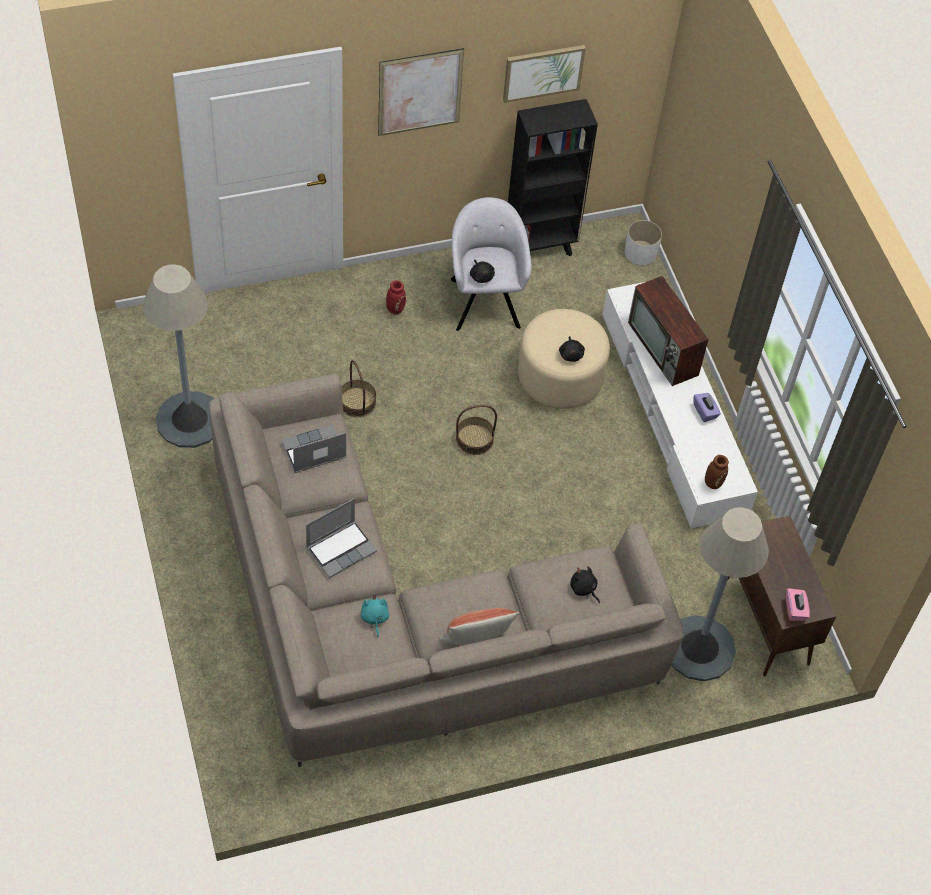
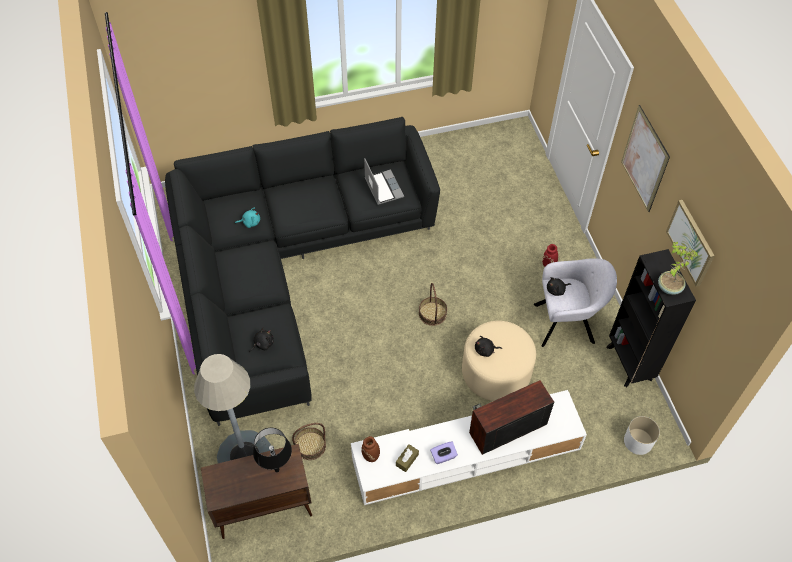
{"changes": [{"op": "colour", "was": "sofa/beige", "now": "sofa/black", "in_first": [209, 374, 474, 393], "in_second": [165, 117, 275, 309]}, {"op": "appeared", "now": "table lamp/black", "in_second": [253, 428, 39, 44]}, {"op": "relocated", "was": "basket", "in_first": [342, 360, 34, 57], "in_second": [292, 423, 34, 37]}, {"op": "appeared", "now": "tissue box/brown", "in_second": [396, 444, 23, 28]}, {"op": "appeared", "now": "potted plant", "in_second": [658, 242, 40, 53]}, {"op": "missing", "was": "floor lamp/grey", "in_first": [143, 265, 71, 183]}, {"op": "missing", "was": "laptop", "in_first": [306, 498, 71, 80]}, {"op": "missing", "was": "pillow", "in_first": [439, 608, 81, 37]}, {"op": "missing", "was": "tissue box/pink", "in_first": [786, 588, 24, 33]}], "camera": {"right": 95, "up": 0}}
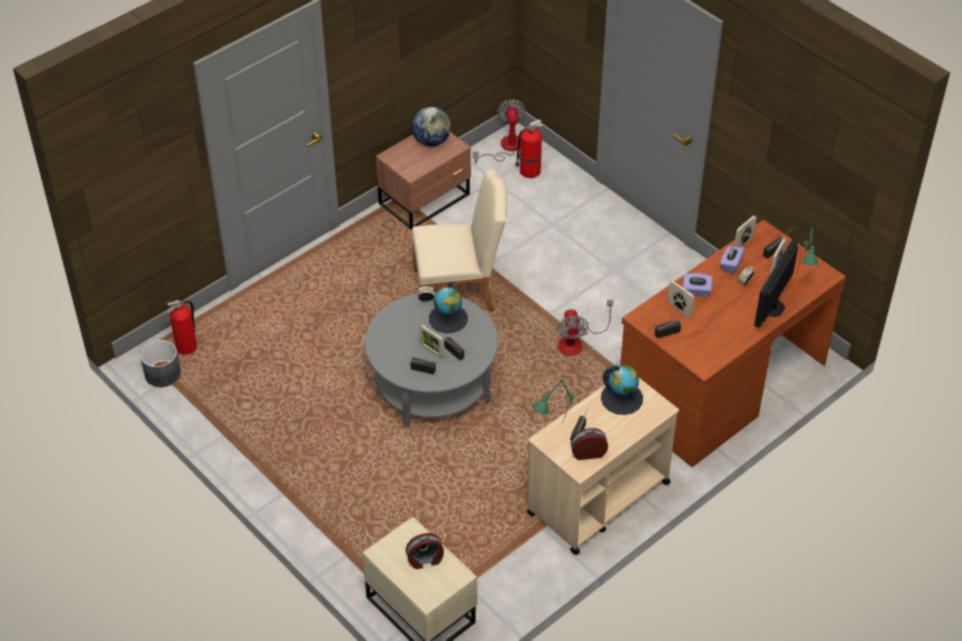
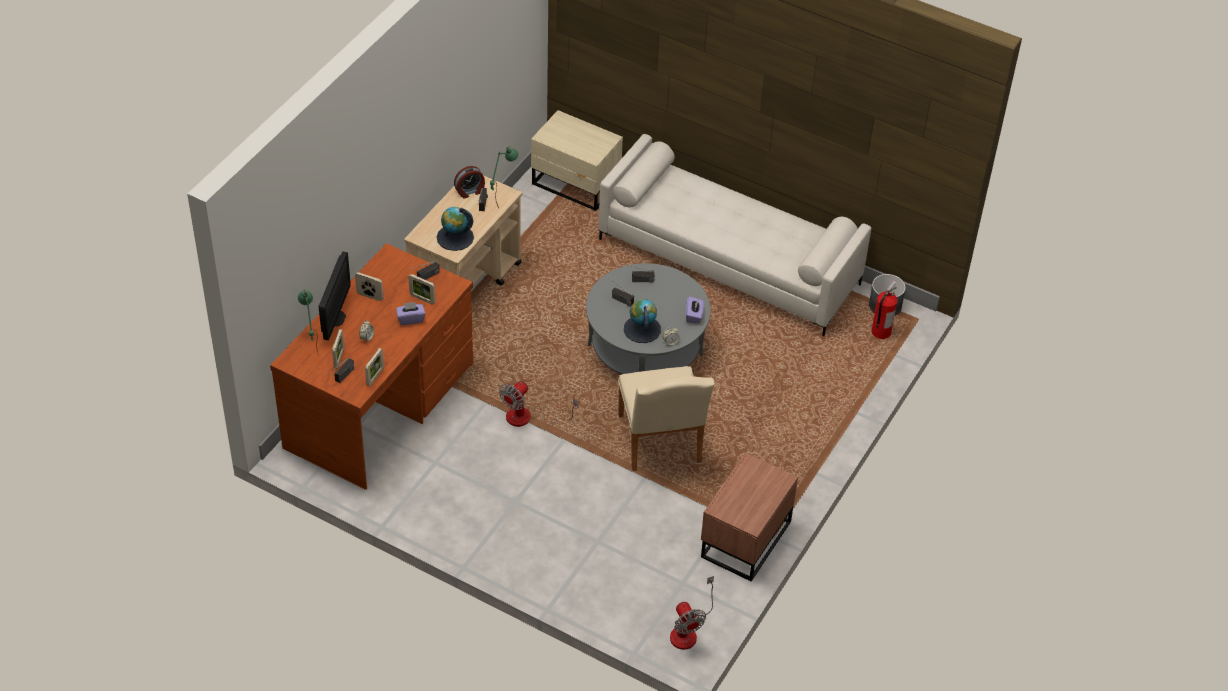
{"changes": [{"op": "relocated", "was": "picture frame", "in_first": [419, 325, 25, 33], "in_second": [355, 272, 28, 29]}, {"op": "spun", "was": "fan", "in_first": [557, 300, 57, 56], "in_second": [499, 381, 80, 46], "clockwise": -120}, {"op": "appeared", "now": "sofa/white", "in_second": [599, 134, 272, 202]}, {"op": "spun", "was": "chair/beige", "in_first": [412, 170, 95, 142], "in_second": [618, 366, 96, 105], "clockwise": -75}, {"op": "relocated", "was": "tissue box/purple", "in_first": [720, 246, 25, 28], "in_second": [686, 296, 18, 28]}, {"op": "missing", "was": "alarm clock", "in_first": [406, 533, 38, 36]}, {"op": "missing", "was": "globe", "in_first": [412, 107, 39, 40]}, {"op": "missing", "was": "fire extinguisher", "in_first": [515, 119, 28, 59]}], "camera": {"right": 160, "up": 0}}
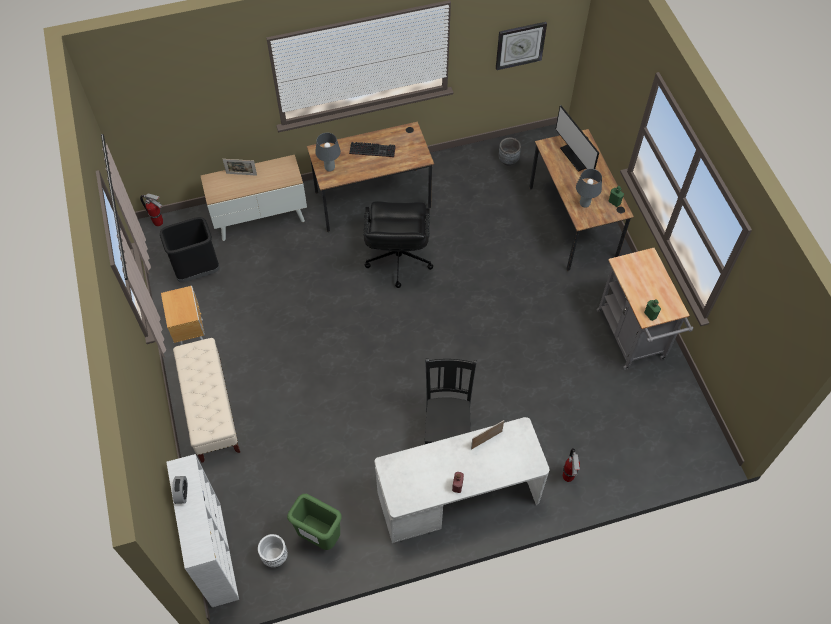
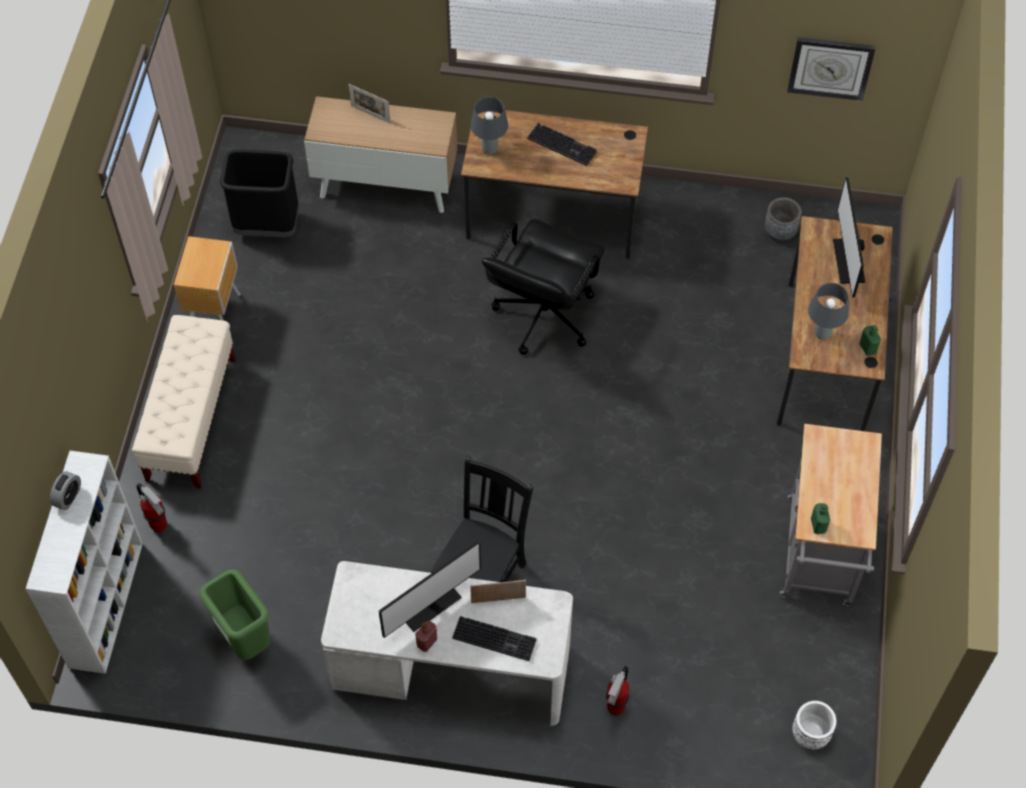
{"changes": [{"op": "relocated", "was": "fire extinguisher", "in_first": [140, 194, 23, 32], "in_second": [136, 483, 31, 49]}, {"op": "appeared", "now": "monitor", "in_second": [379, 540, 102, 98]}, {"op": "appeared", "now": "keyboard", "in_second": [452, 616, 85, 45]}, {"op": "relocated", "was": "planter/white", "in_first": [258, 534, 30, 33], "in_second": [792, 701, 44, 48]}], "camera": {"right": 25, "up": 0}}
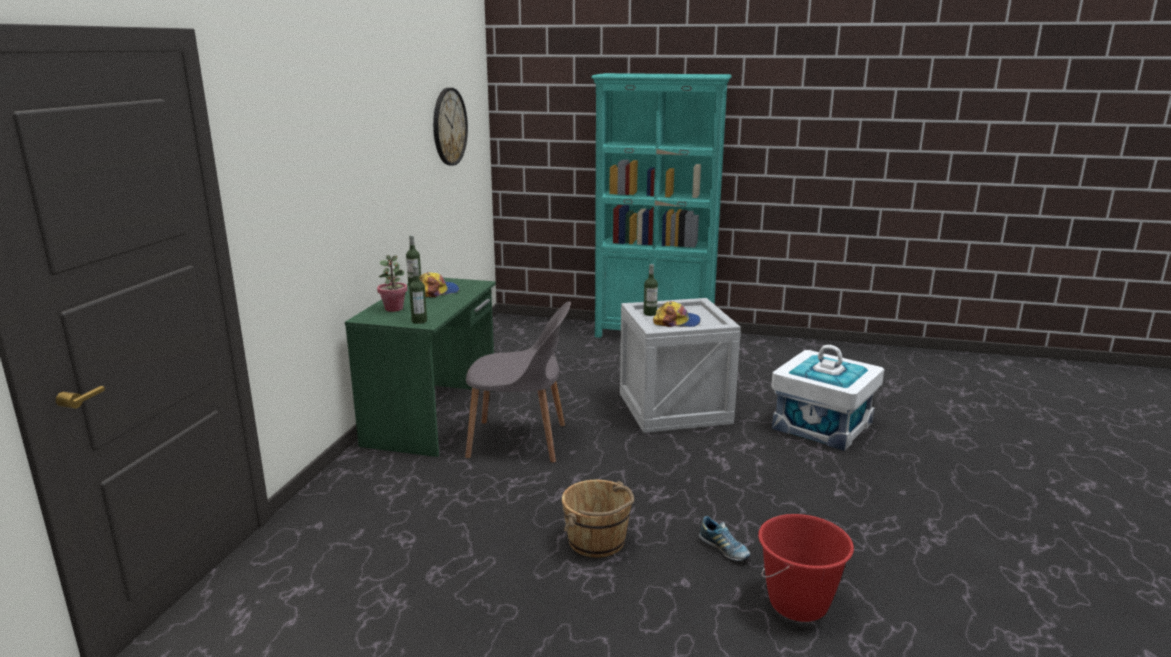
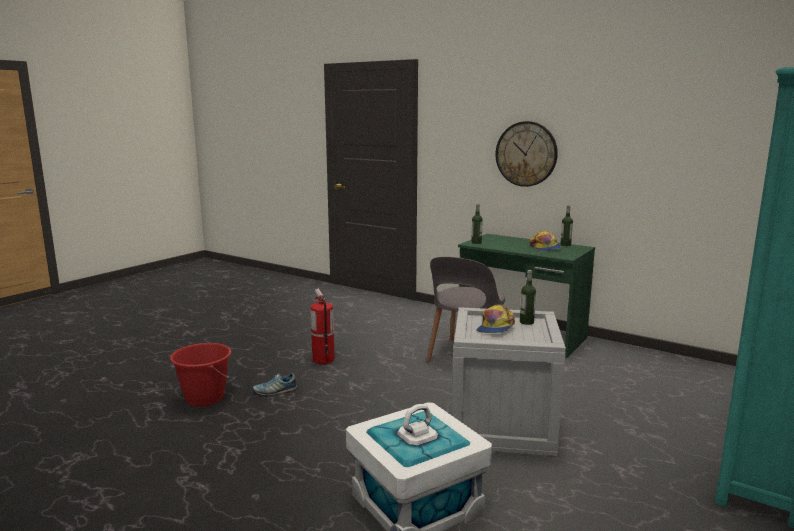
{"changes": [{"op": "exchanged", "was": "bucket/brown", "now": "fire extinguisher", "in_first": [562, 480, 72, 78], "in_second": [310, 289, 25, 75]}, {"op": "relocated", "was": "wall clock", "in_first": [433, 88, 35, 78], "in_second": [496, 121, 62, 66]}, {"op": "missing", "was": "potted plant", "in_first": [377, 255, 31, 57]}], "camera": {"right": 110, "up": -5}}
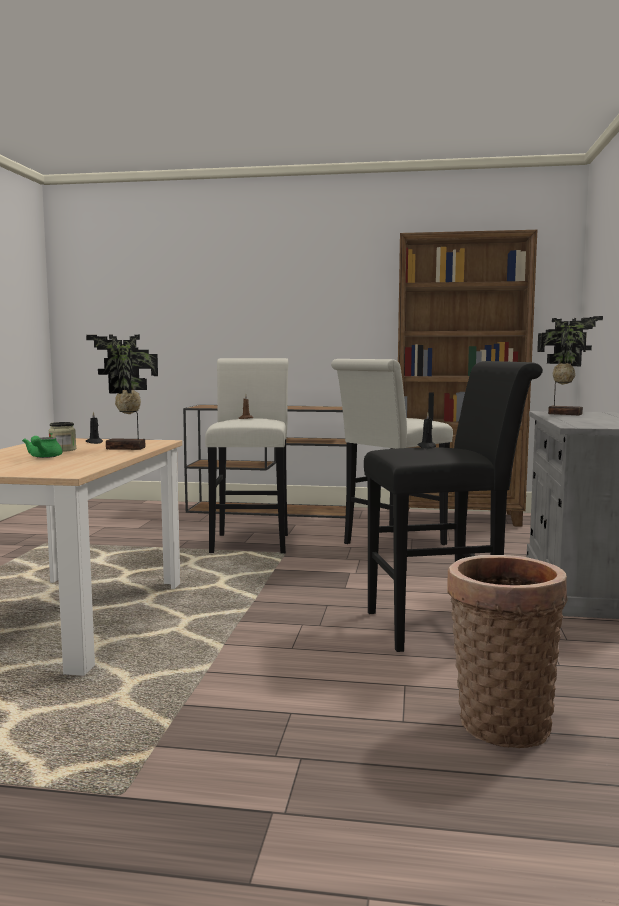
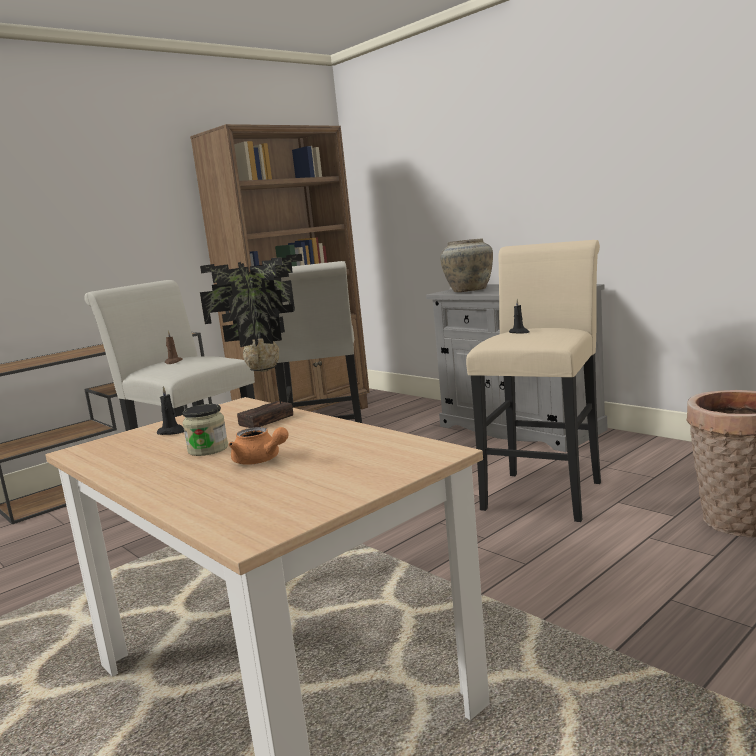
{"changes": [{"op": "colour", "was": "teapot/green", "now": "teapot/orange", "in_first": [22, 436, 40, 22], "in_second": [229, 427, 60, 38]}, {"op": "exchanged", "was": "potted plant", "now": "vase/beige", "in_first": [537, 316, 66, 100], "in_second": [440, 238, 53, 54]}, {"op": "colour", "was": "stool/black", "now": "stool/beige", "in_first": [364, 361, 179, 291], "in_second": [466, 240, 135, 282]}], "camera": {"right": -50, "up": 5}}
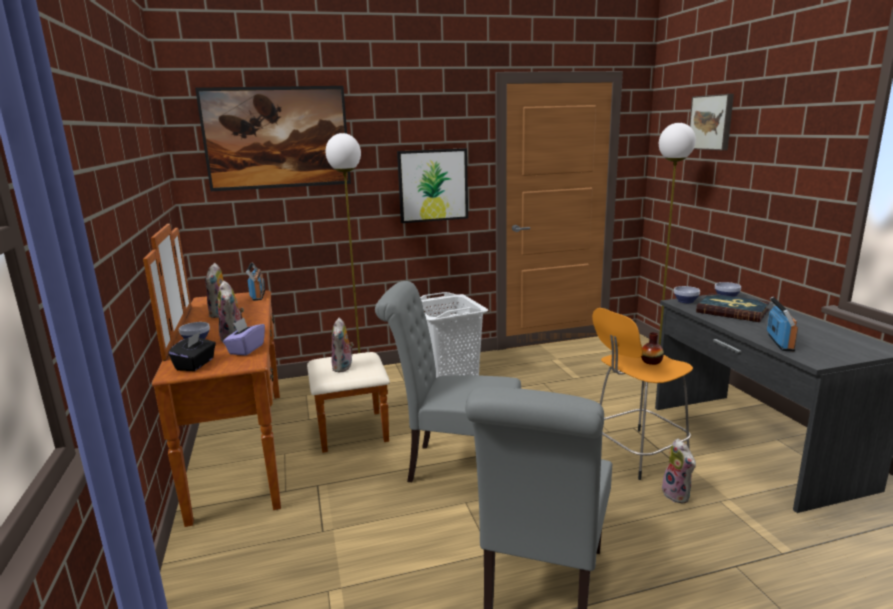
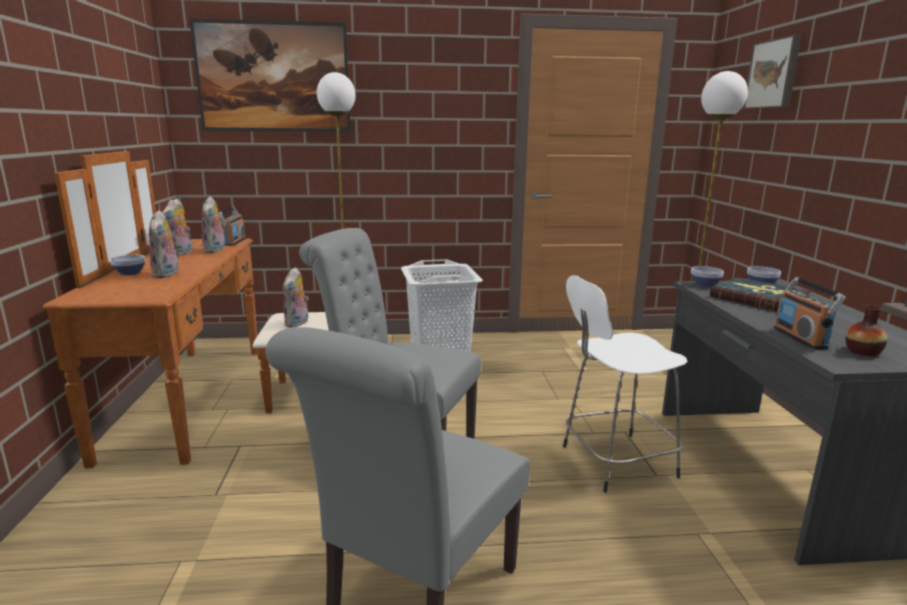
{"changes": [{"op": "relocated", "was": "plush toy", "in_first": [662, 439, 34, 65], "in_second": [201, 196, 25, 57]}, {"op": "colour", "was": "stool/orange", "now": "stool/white", "in_first": [592, 308, 101, 172], "in_second": [563, 275, 125, 218]}, {"op": "spun", "was": "radio", "in_first": [767, 297, 31, 54], "in_second": [774, 277, 72, 72], "clockwise": 150}, {"op": "relocated", "was": "vase", "in_first": [641, 332, 23, 33], "in_second": [845, 305, 42, 51]}, {"op": "missing", "was": "tissue box/black", "in_first": [168, 331, 48, 40]}, {"op": "missing", "was": "tissue box/purple", "in_first": [223, 318, 42, 37]}, {"op": "missing", "was": "picture", "in_first": [397, 148, 71, 75]}], "camera": {"right": 10, "up": 0}}
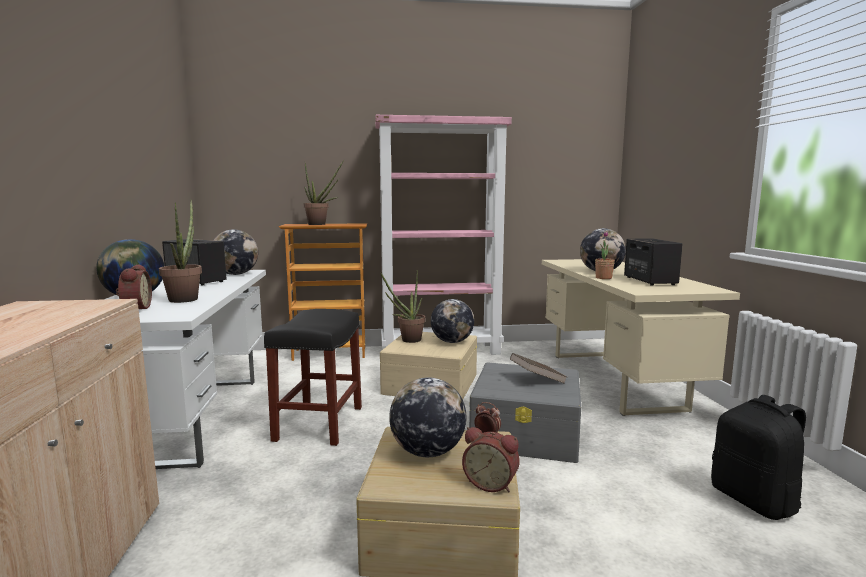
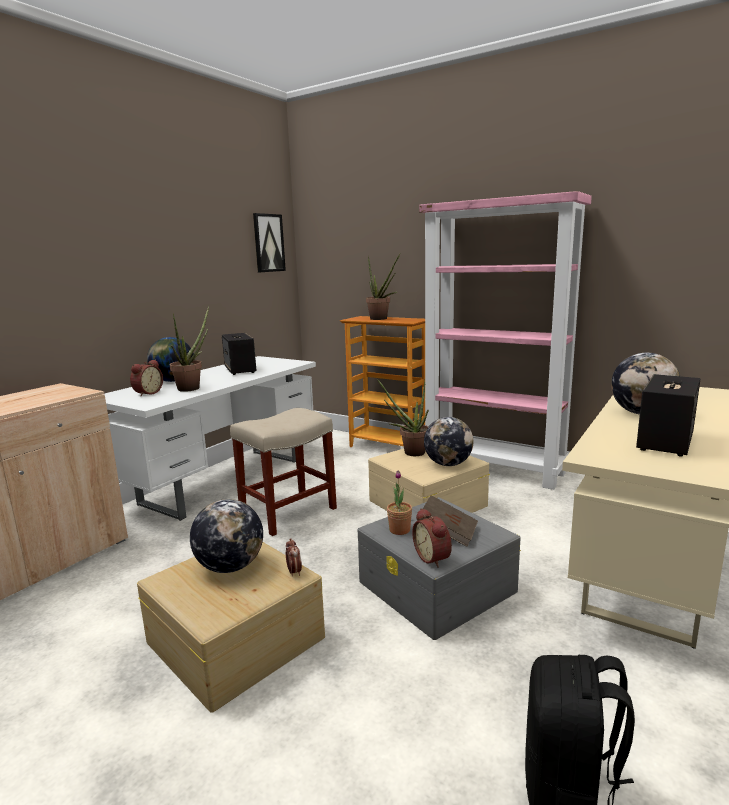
{"changes": [{"op": "colour", "was": "stool/black", "now": "stool/beige", "in_first": [264, 309, 98, 137], "in_second": [230, 408, 107, 128]}, {"op": "appeared", "now": "picture", "in_second": [253, 213, 33, 59]}, {"op": "relocated", "was": "potted plant", "in_first": [595, 231, 20, 48], "in_second": [387, 471, 25, 64]}, {"op": "relocated", "was": "alarm clock", "in_first": [462, 427, 58, 65], "in_second": [412, 508, 40, 60]}, {"op": "missing", "was": "globe", "in_first": [213, 229, 45, 46]}], "camera": {"right": 40, "up": 5}}
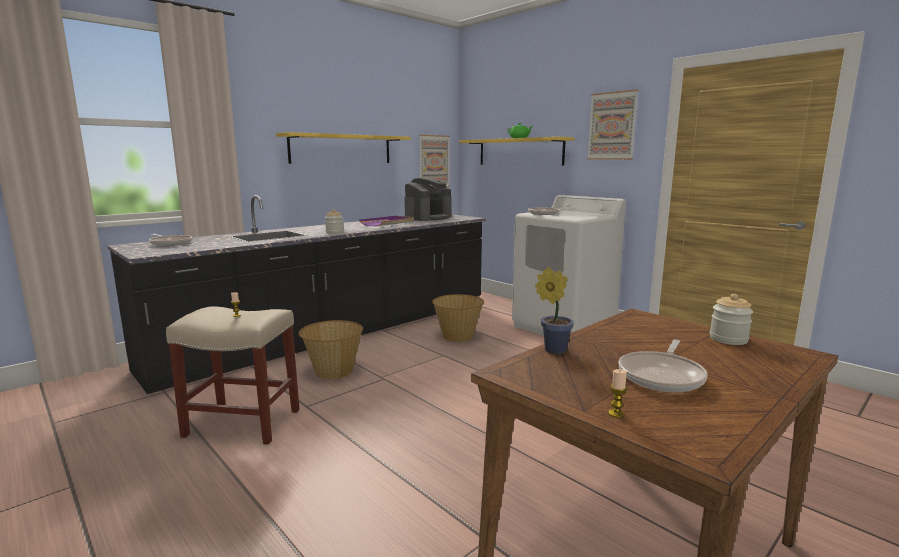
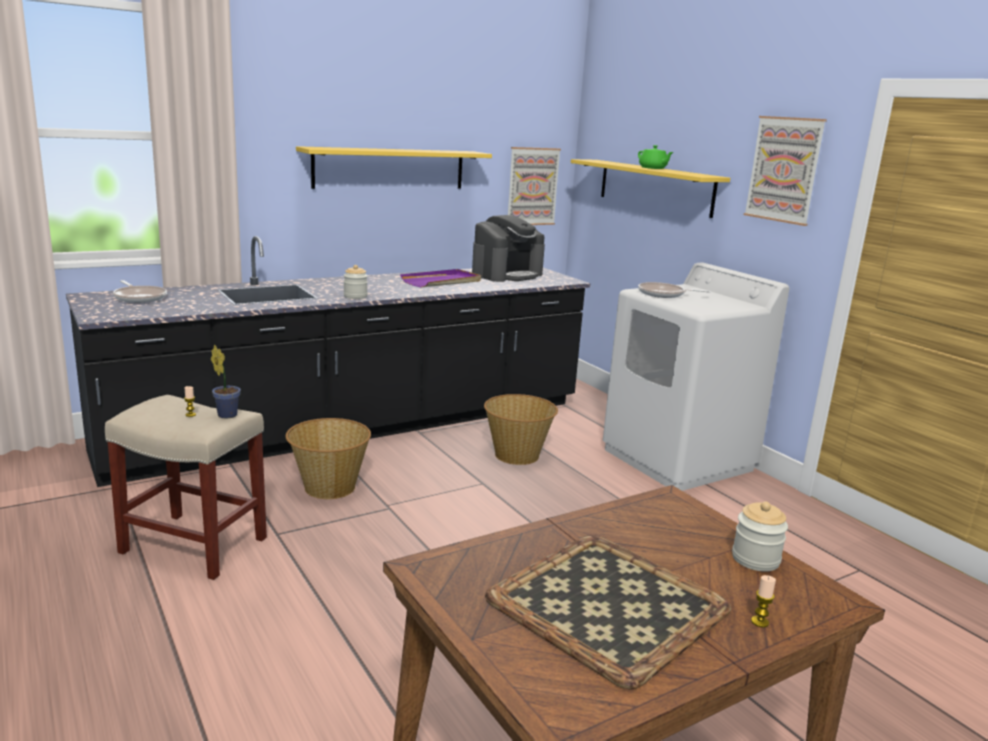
{"changes": [{"op": "relocated", "was": "potted plant", "in_first": [535, 267, 39, 87], "in_second": [211, 345, 30, 73]}, {"op": "exchanged", "was": "frying pan", "now": "tray", "in_first": [618, 339, 90, 53], "in_second": [485, 535, 246, 154]}, {"op": "relocated", "was": "candle", "in_first": [608, 369, 19, 49], "in_second": [751, 575, 25, 53]}], "camera": {"right": 10, "up": 5}}
